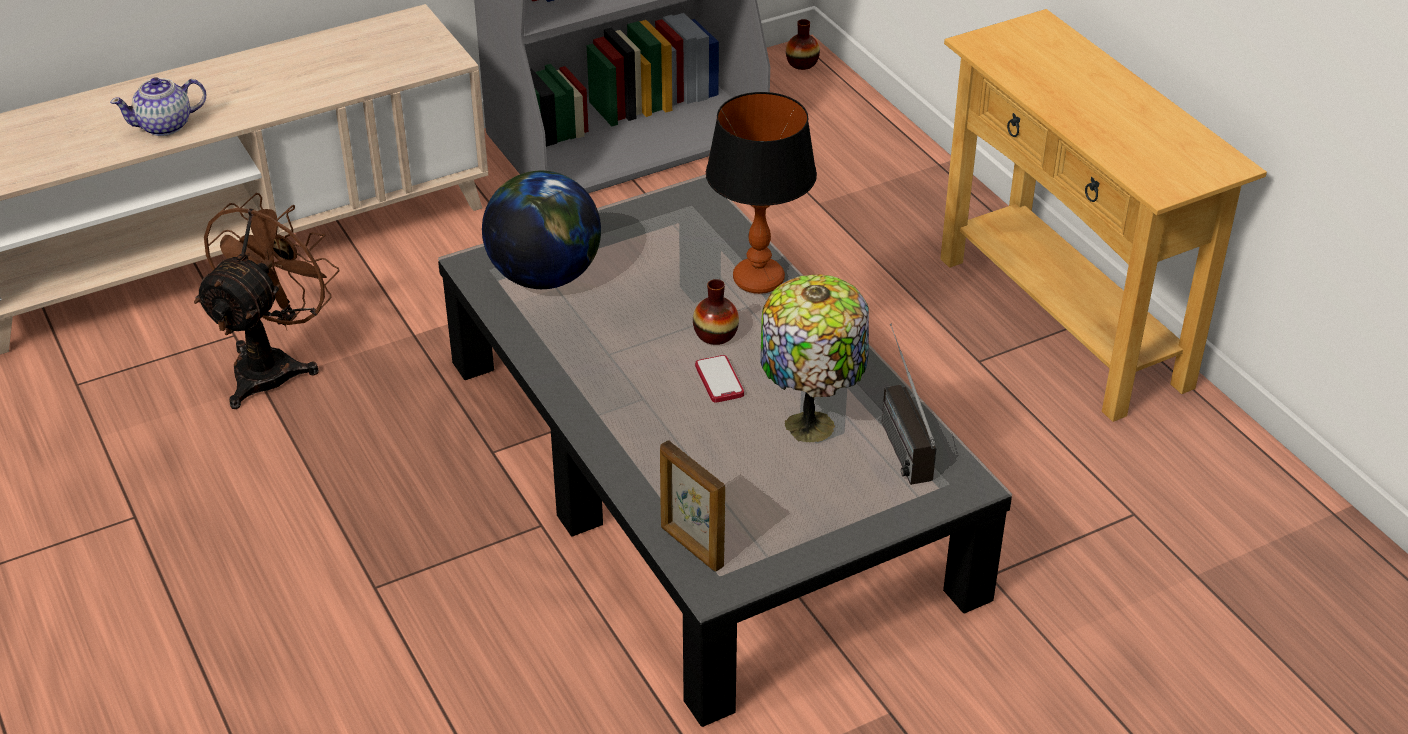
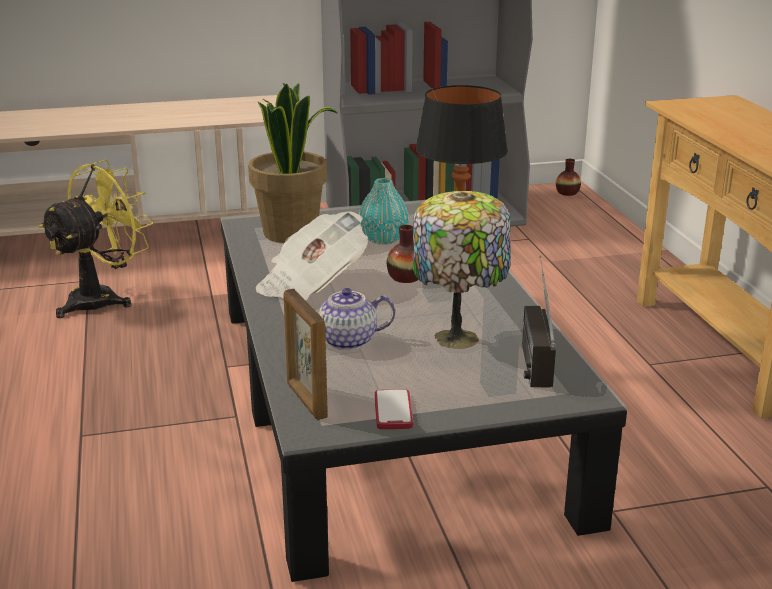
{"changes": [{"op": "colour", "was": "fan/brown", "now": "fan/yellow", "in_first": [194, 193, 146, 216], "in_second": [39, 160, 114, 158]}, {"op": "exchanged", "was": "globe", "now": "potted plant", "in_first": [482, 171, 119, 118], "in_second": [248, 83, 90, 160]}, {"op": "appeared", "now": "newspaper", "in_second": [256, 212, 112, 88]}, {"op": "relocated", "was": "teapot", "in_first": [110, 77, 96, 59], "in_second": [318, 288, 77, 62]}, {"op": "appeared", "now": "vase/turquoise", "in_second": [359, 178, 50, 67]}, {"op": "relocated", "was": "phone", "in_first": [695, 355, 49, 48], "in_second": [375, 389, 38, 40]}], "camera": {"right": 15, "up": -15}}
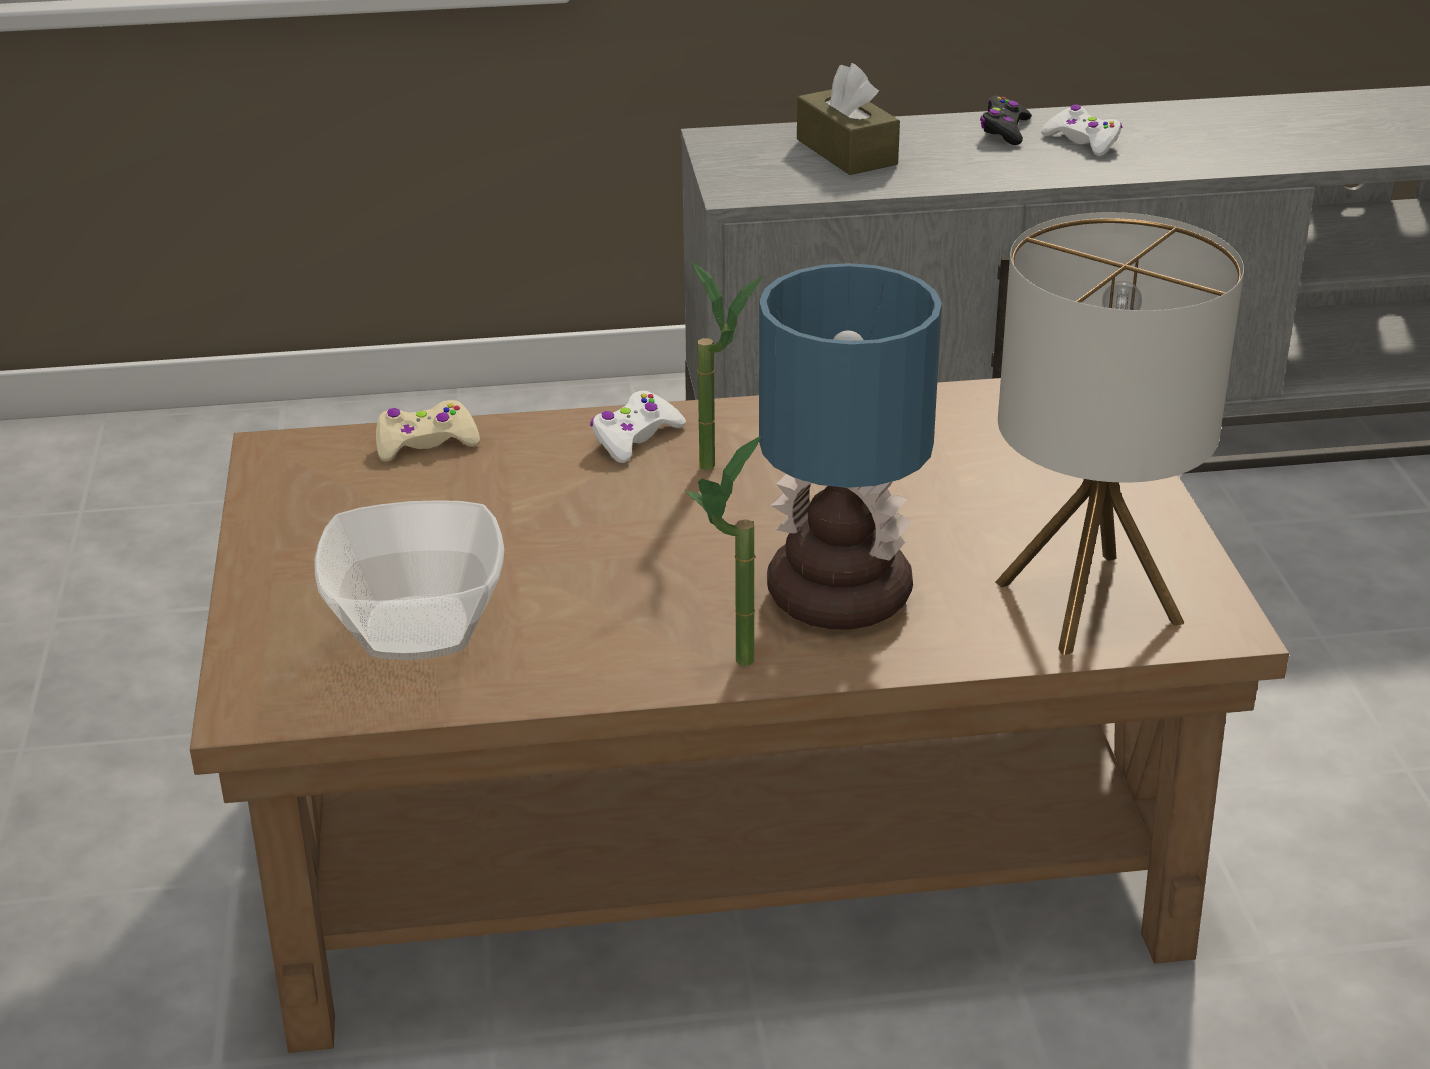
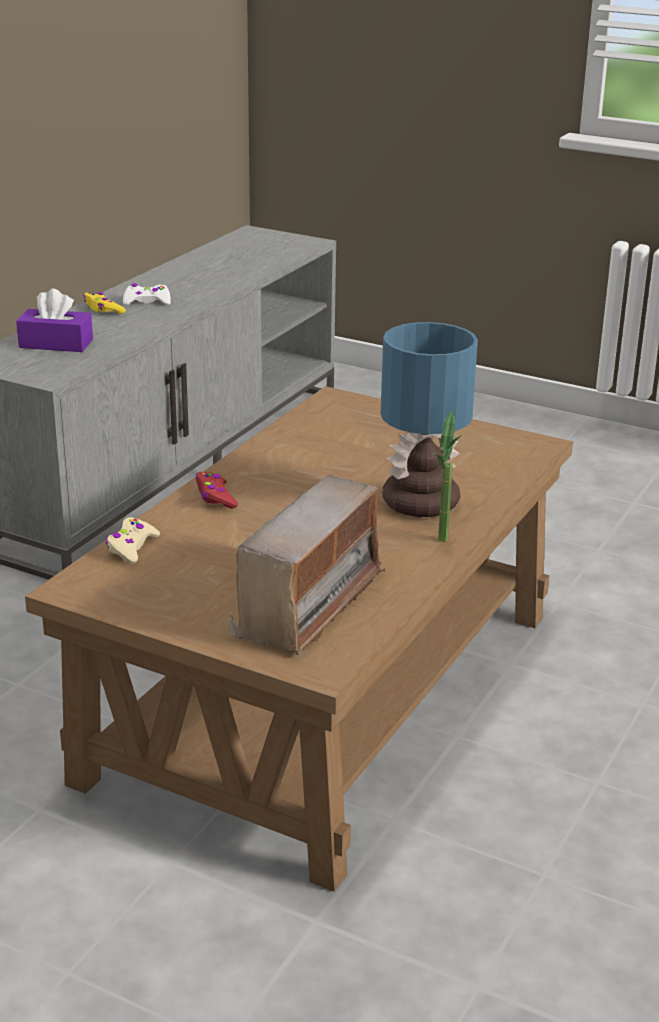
{"changes": [{"op": "colour", "was": "tissue box/brown", "now": "tissue box/purple", "in_first": [797, 63, 103, 112], "in_second": [16, 288, 77, 64]}, {"op": "colour", "was": "game controller/black", "now": "game controller/yellow", "in_first": [980, 96, 52, 49], "in_second": [83, 292, 43, 22]}, {"op": "colour", "was": "game controller/white", "now": "game controller/red", "in_first": [590, 391, 96, 72], "in_second": [196, 472, 42, 37]}, {"op": "exchanged", "was": "bowl", "now": "radio", "in_first": [314, 500, 191, 160], "in_second": [230, 475, 155, 181]}, {"op": "missing", "was": "potted plant", "in_first": [692, 261, 69, 209]}, {"op": "missing", "was": "table lamp", "in_first": [995, 212, 249, 443]}], "camera": {"right": -55, "up": -5}}
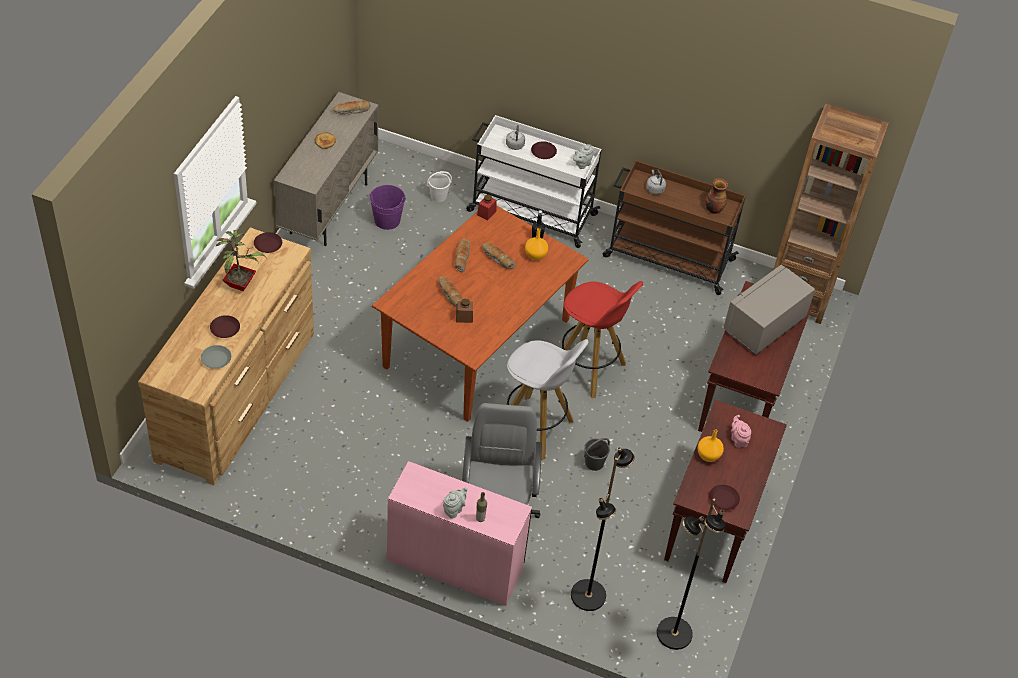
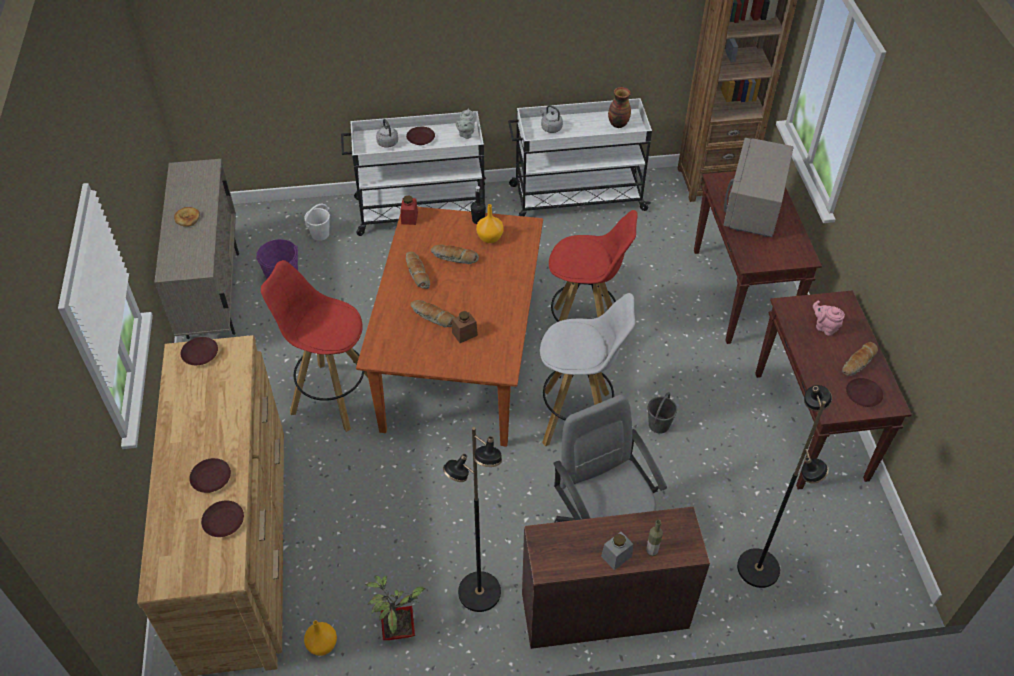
{"changes": [{"op": "colour", "was": "plate/grey", "now": "plate/brown", "in_first": [201, 345, 30, 24], "in_second": [201, 501, 43, 36]}, {"op": "appeared", "now": "stool/red", "in_second": [261, 260, 107, 172]}, {"op": "relocated", "was": "vase/orange", "in_first": [698, 429, 26, 33], "in_second": [304, 620, 33, 36]}, {"op": "relocated", "was": "potted plant", "in_first": [215, 230, 50, 61], "in_second": [366, 575, 59, 65]}, {"op": "relocated", "was": "floor lamp/black", "in_first": [657, 498, 68, 152], "in_second": [443, 427, 59, 185]}, {"op": "colour", "was": "cart/brown", "now": "cart/white", "in_first": [603, 160, 143, 135], "in_second": [508, 98, 144, 119]}, {"op": "colour", "was": "desk/pink", "now": "desk/brown", "in_first": [387, 461, 145, 145], "in_second": [522, 506, 188, 143]}, {"op": "exchanged", "was": "teapot/grey", "now": "jar/grey", "in_first": [443, 488, 25, 31], "in_second": [601, 532, 32, 38]}, {"op": "relocated", "was": "bread", "in_first": [333, 100, 38, 15], "in_second": [842, 342, 36, 34]}], "camera": {"right": -25, "up": 0}}
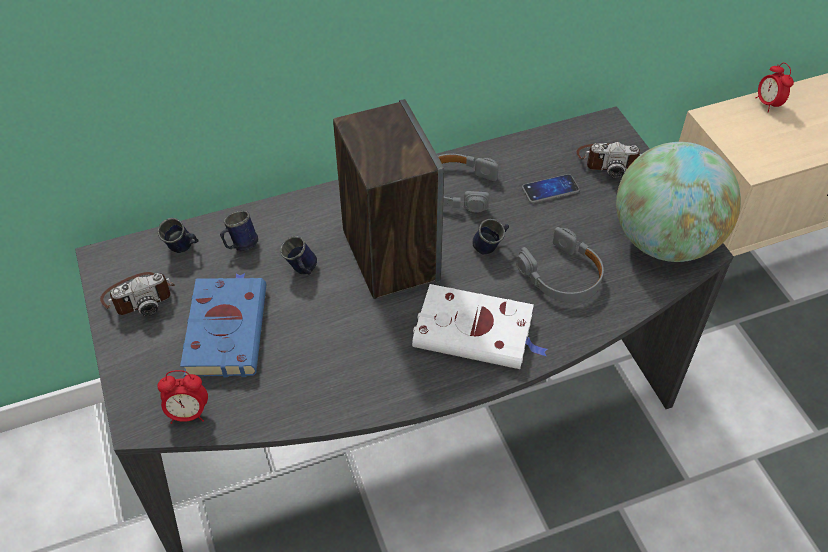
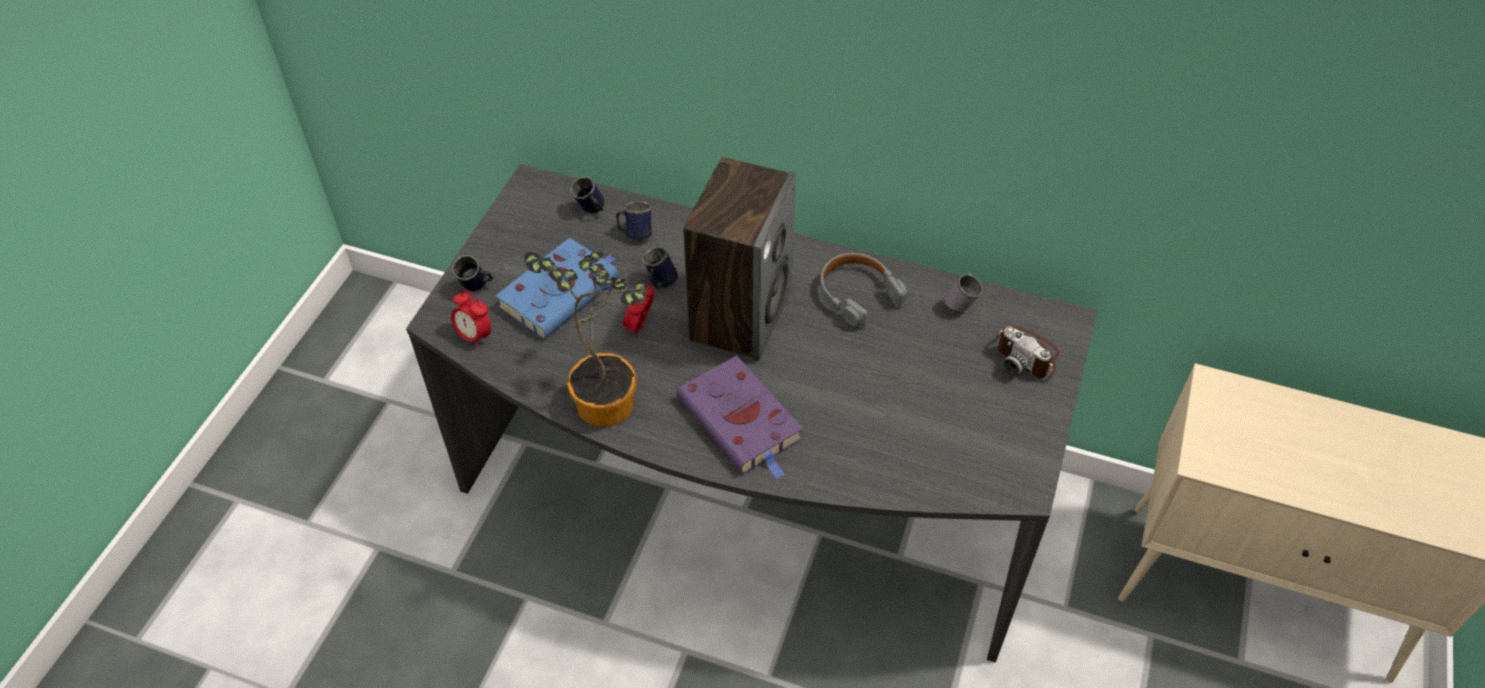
{"changes": [{"op": "relocated", "was": "mug/blue", "in_first": [472, 219, 37, 35], "in_second": [452, 255, 41, 36]}, {"op": "appeared", "now": "potted plant", "in_second": [524, 252, 125, 175]}, {"op": "relocated", "was": "alarm clock", "in_first": [756, 62, 38, 51], "in_second": [622, 284, 33, 51]}, {"op": "colour", "was": "book/white", "now": "book/purple", "in_first": [412, 284, 135, 85], "in_second": [677, 356, 126, 123]}, {"op": "appeared", "now": "mug/grey", "in_second": [944, 273, 39, 41]}, {"op": "missing", "was": "photo camera", "in_first": [100, 272, 75, 44]}, {"op": "missing", "was": "headphones/grey", "in_first": [516, 227, 88, 75]}, {"op": "missing", "was": "phone", "in_first": [522, 174, 58, 29]}, {"op": "missing", "was": "globe", "in_first": [616, 142, 125, 120]}], "camera": {"right": 40, "up": 0}}
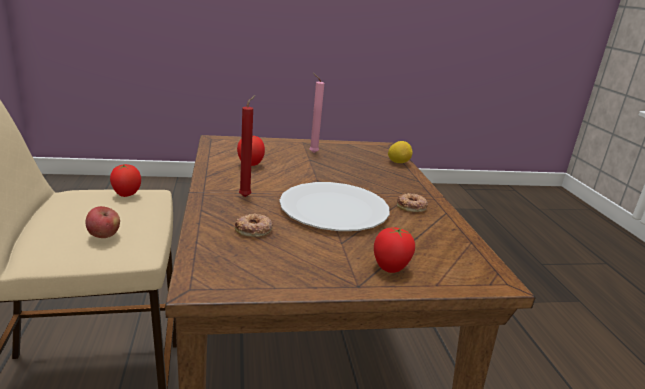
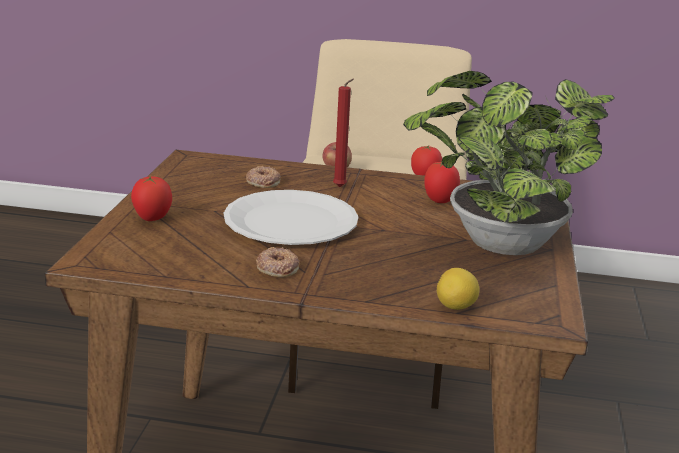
{"changes": [{"op": "exchanged", "was": "candle/pink", "now": "potted plant", "in_first": [309, 73, 15, 80], "in_second": [403, 71, 212, 184]}], "camera": {"right": 110, "up": 0}}
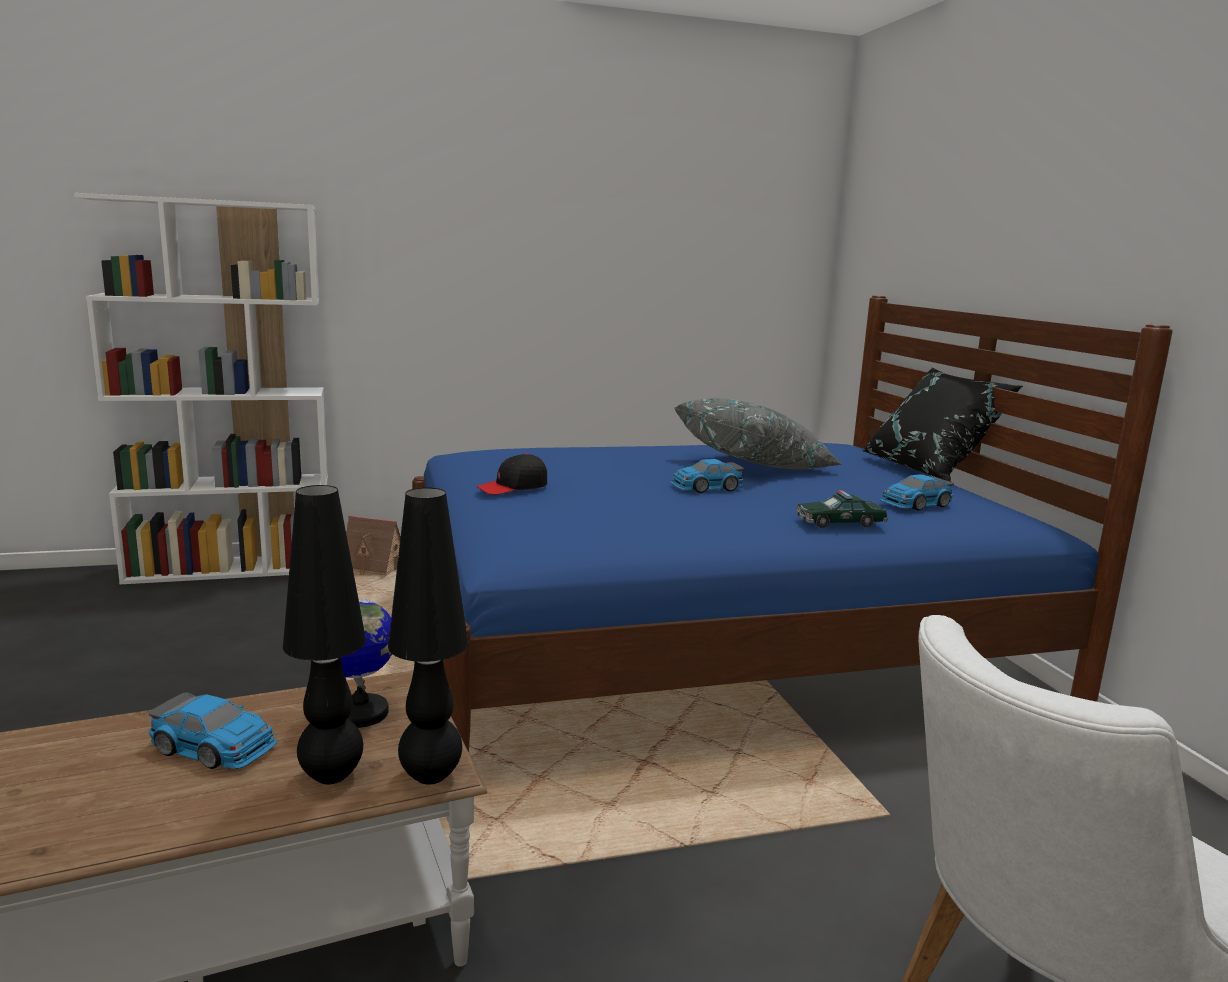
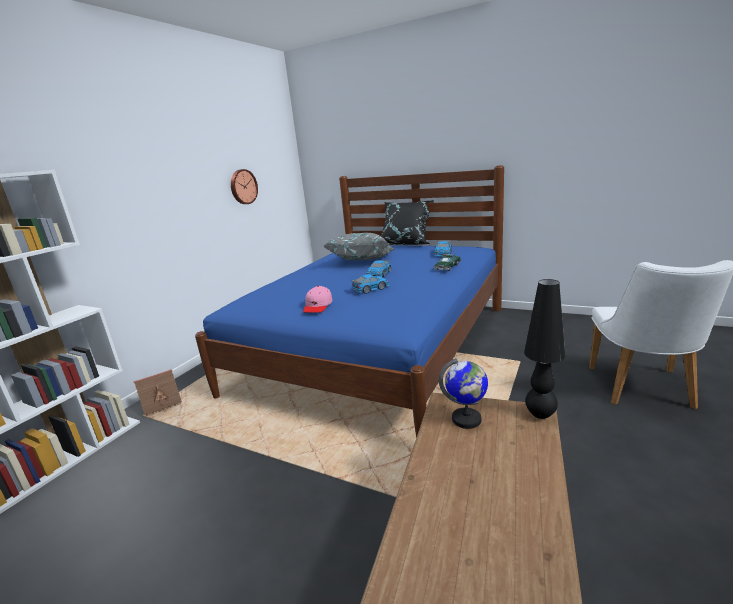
{"changes": [{"op": "appeared", "now": "wall clock", "in_second": [231, 169, 27, 35]}, {"op": "colour", "was": "cap/black", "now": "cap/pink", "in_first": [477, 453, 70, 42], "in_second": [303, 286, 29, 27]}, {"op": "relocated", "was": "toy car", "in_first": [149, 692, 128, 77], "in_second": [351, 274, 39, 20]}, {"op": "missing", "was": "table lamp/black", "in_first": [283, 485, 83, 299]}], "camera": {"right": -45, "up": 5}}
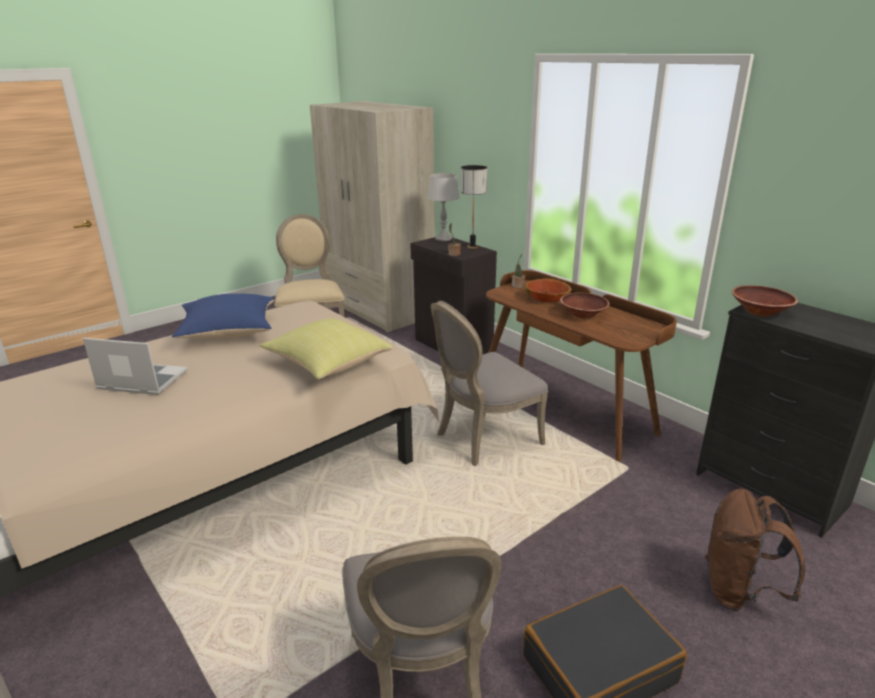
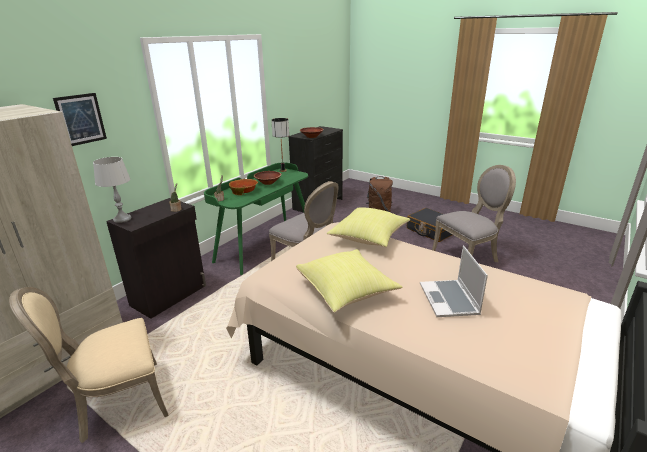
{"changes": [{"op": "appeared", "now": "picture", "in_second": [53, 93, 54, 53]}, {"op": "colour", "was": "desk/brown", "now": "desk/green", "in_first": [486, 270, 191, 192], "in_second": [204, 163, 104, 112]}, {"op": "relocated", "was": "table lamp", "in_first": [461, 165, 26, 84], "in_second": [271, 118, 18, 54]}, {"op": "colour", "was": "pillow/blue", "now": "pillow/yellow", "in_first": [172, 293, 103, 46], "in_second": [296, 249, 106, 64]}], "camera": {"right": -105, "up": 0}}
